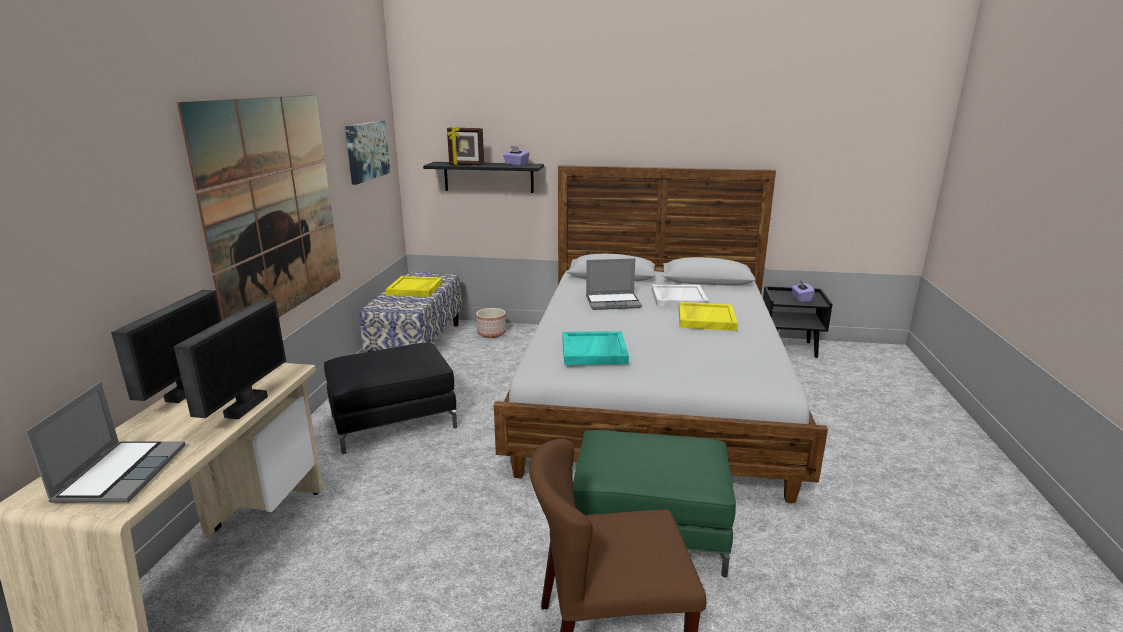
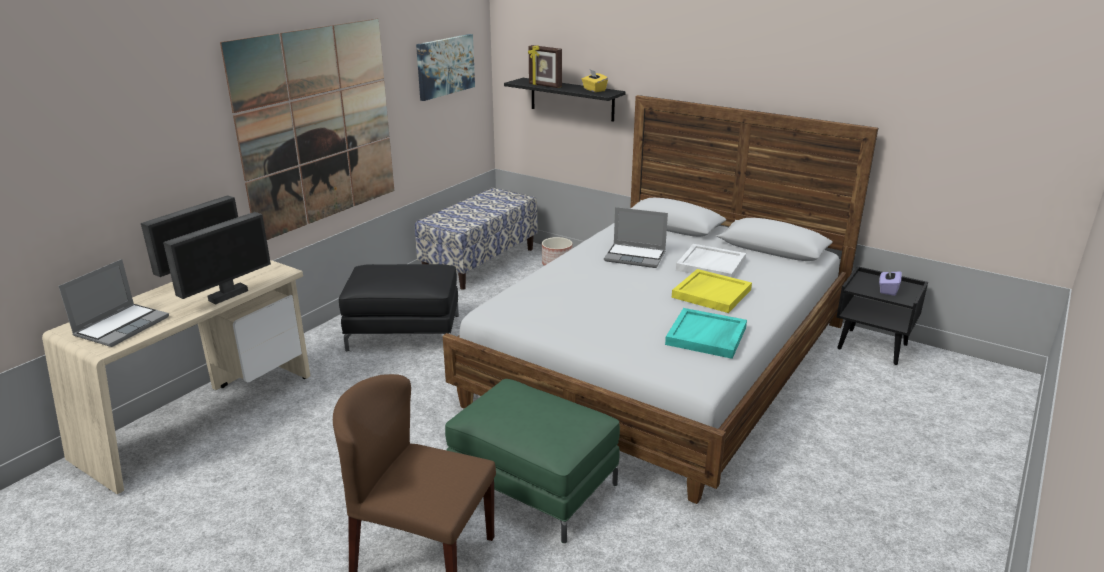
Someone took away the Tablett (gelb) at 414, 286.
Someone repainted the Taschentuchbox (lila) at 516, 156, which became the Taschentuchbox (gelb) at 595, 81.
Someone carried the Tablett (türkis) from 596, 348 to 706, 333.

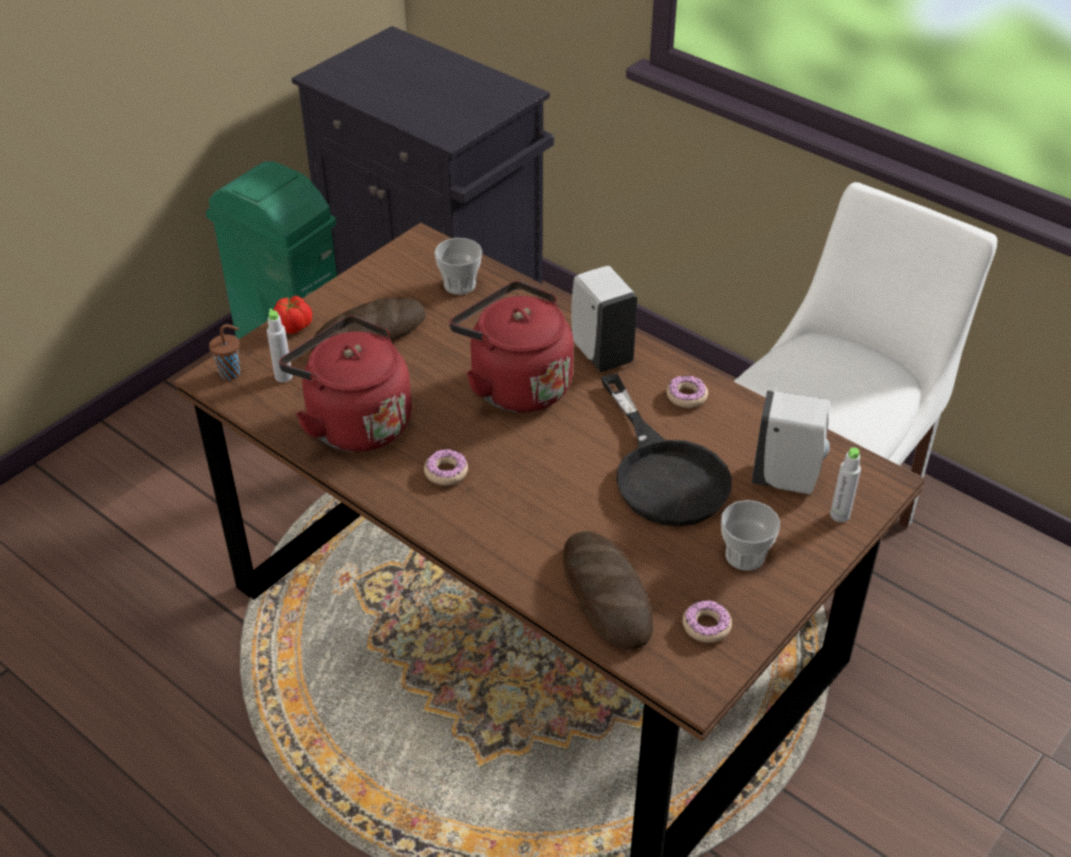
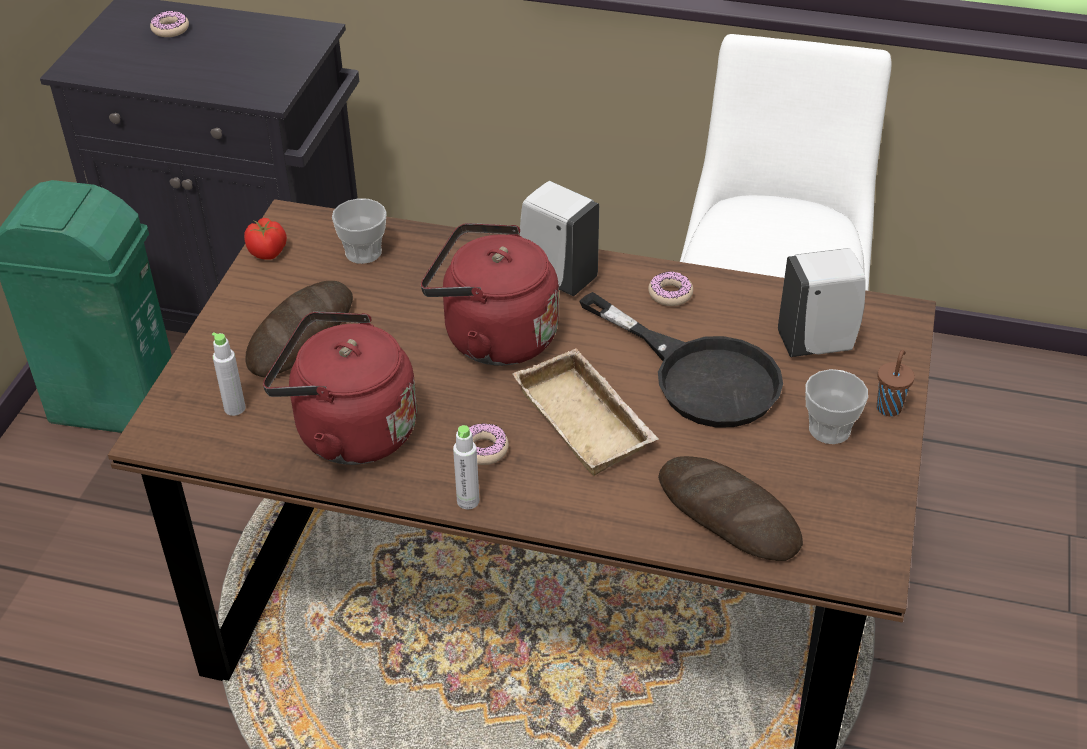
Someone carried the Tasse (braun) from 224, 352 to 896, 383.
Someone carried the Tomate from 292, 315 to 265, 239.
Someone carried the Donut from 707, 621 to 169, 24.
Someone carried the Flasche (grau) from 845, 484 to 466, 467.
Someone put down the Tablett (beige) at 585, 412.

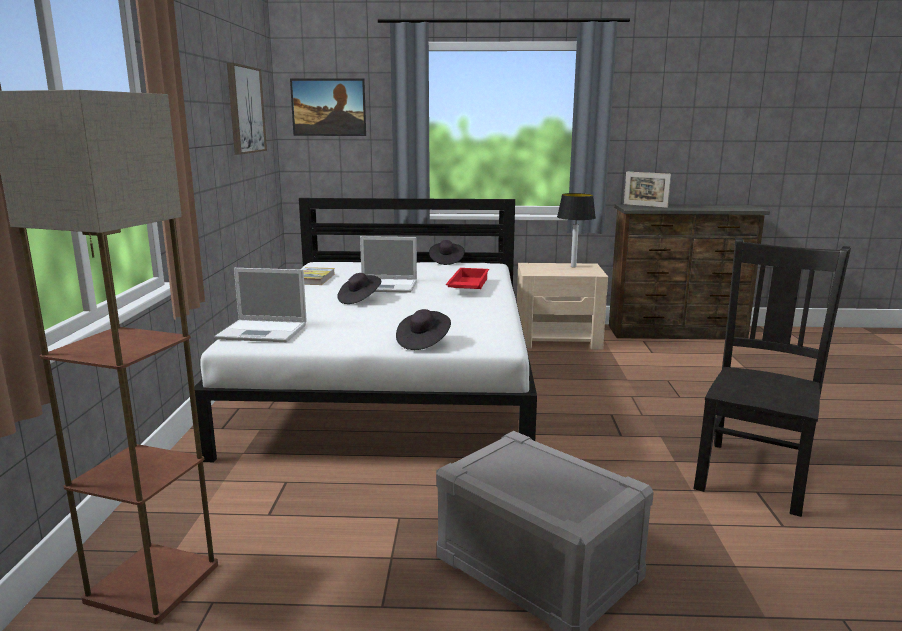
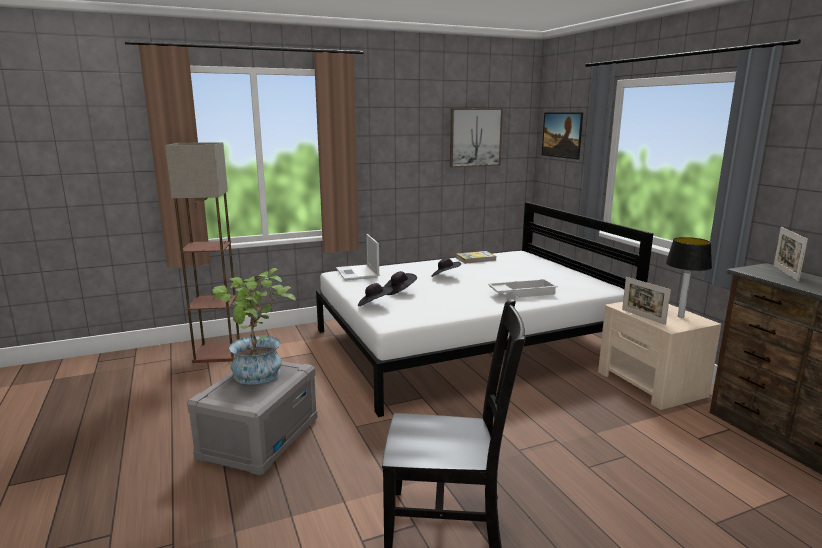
Someone took away the Laptop at 388, 264.
Someone carried the Hut (schwarz) from 447, 252 to 400, 283.
Someone repainted the Tablett (rot) at 467, 278, which became the Tablett (weiß) at 523, 288.
Someone put down the Topfpflanze at 254, 326.
Someone put down the Bilderrahmen at 646, 301.

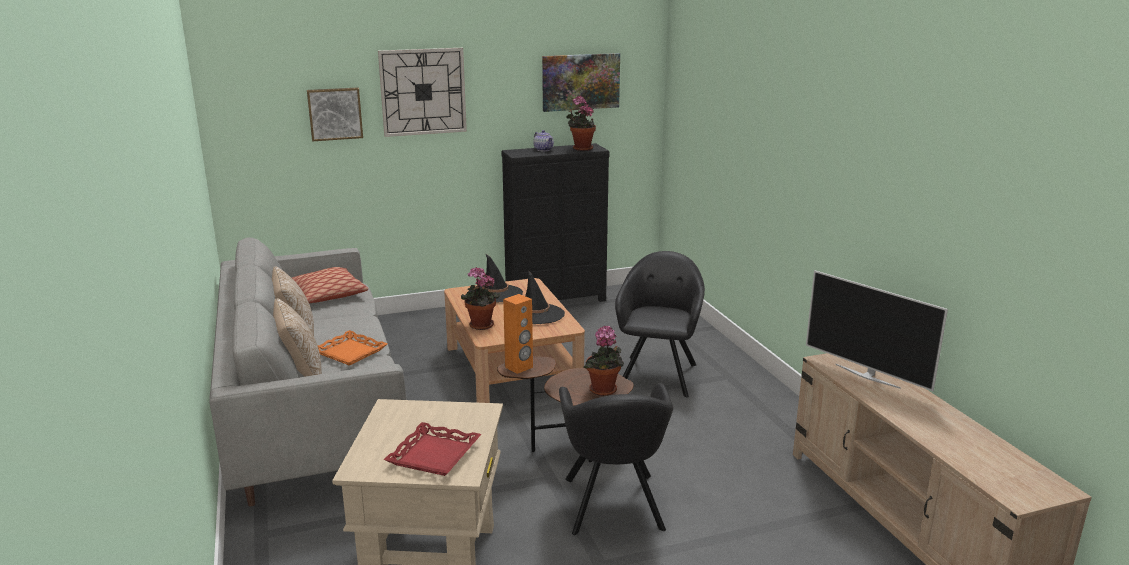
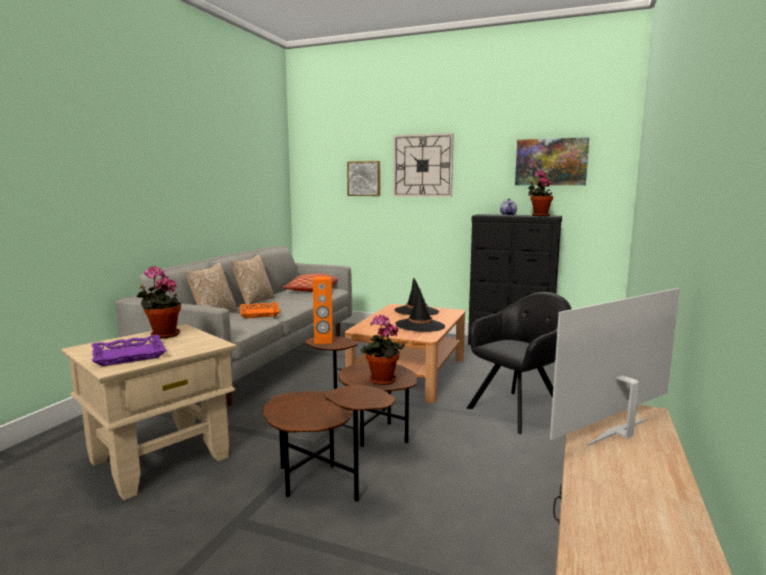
Someone repainted the Tablett (rot) at 432, 449, which became the Tablett (lila) at 129, 350.
Someone carried the Topfpflanze from 481, 298 to 159, 302.
Someone swapped the Sessel (schwarz) at 616, 459 for the Beistelltisch (braun) at 329, 443.
Someone rotated the Fernseher at 877, 330 by 60 degrees clockwise.

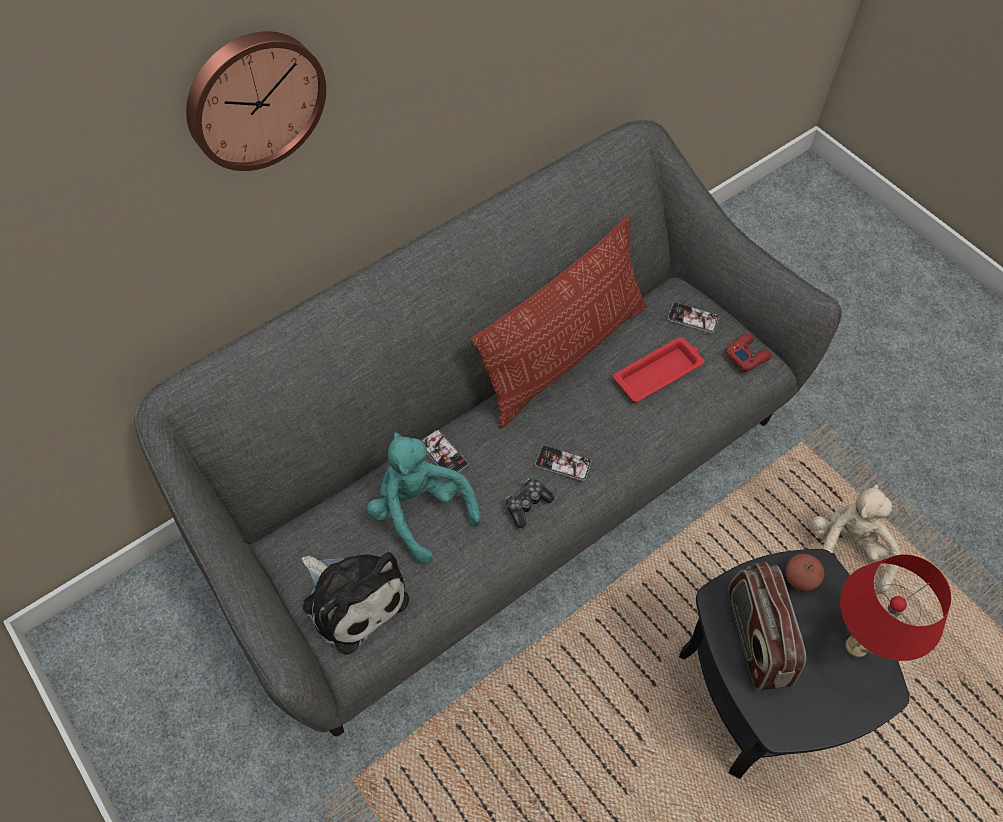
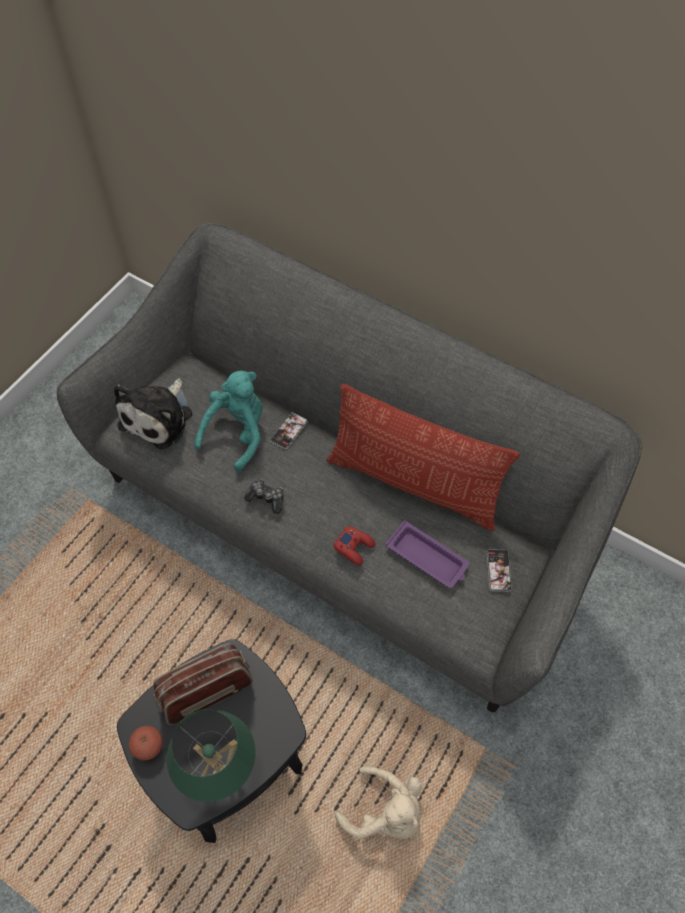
Someone took away the Wanduhr at 256, 101.
Someone took away the Handy at 563, 463.
Someone repainted the Tablett (rot) at 658, 370, which became the Tablett (lila) at 427, 554.
Someone carried the Gamepad (rot) from 748, 352 to 354, 546.
Someone carried the Apfel from 805, 572 to 146, 743.
Someone rotated the Plüschtier (beige) at 855, 539 by 45 degrees clockwise.
Someone repainted the Tischlampe (rot) at 895, 607, which became the Tischlampe (grün) at 210, 755.

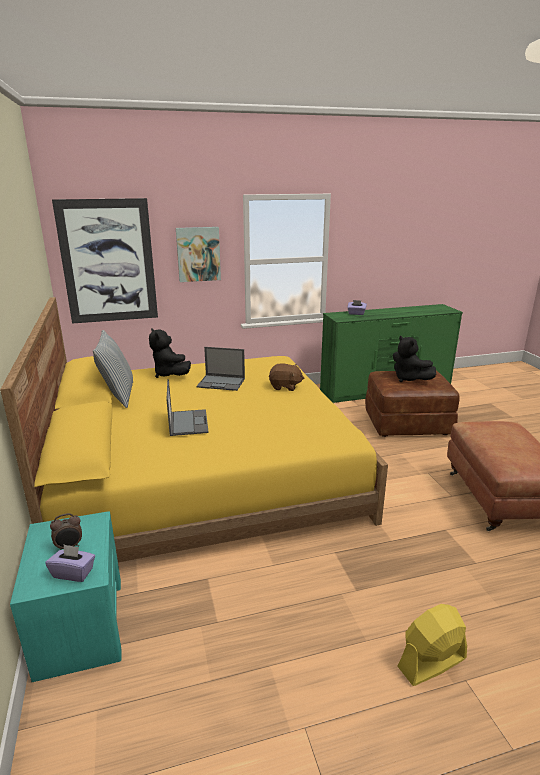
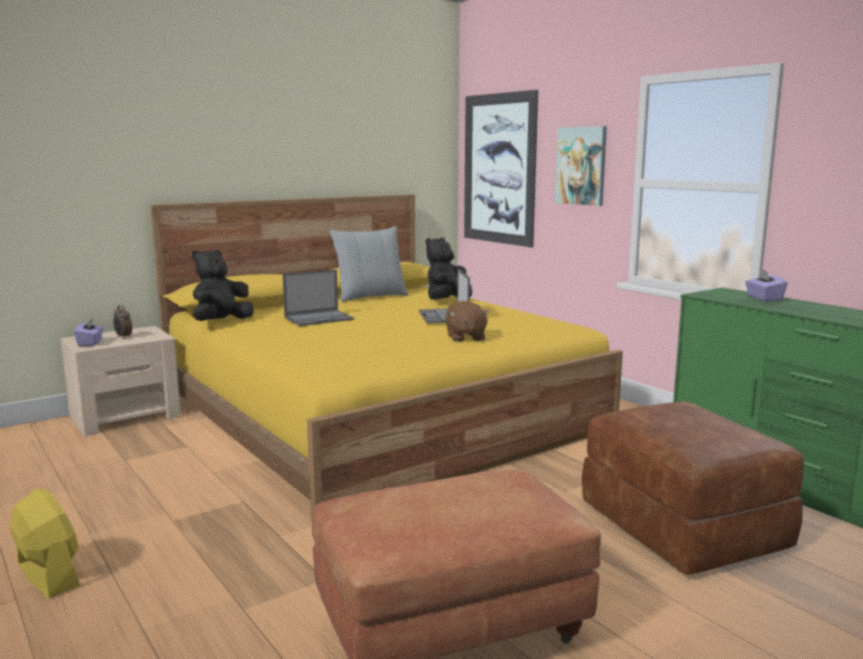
Someone repainted the Nachttisch (türkis) at 65, 596, which became the Nachttisch (beige) at 121, 381.
Someone carried the Plüschtier (schwarz) from 414, 359 to 222, 285.

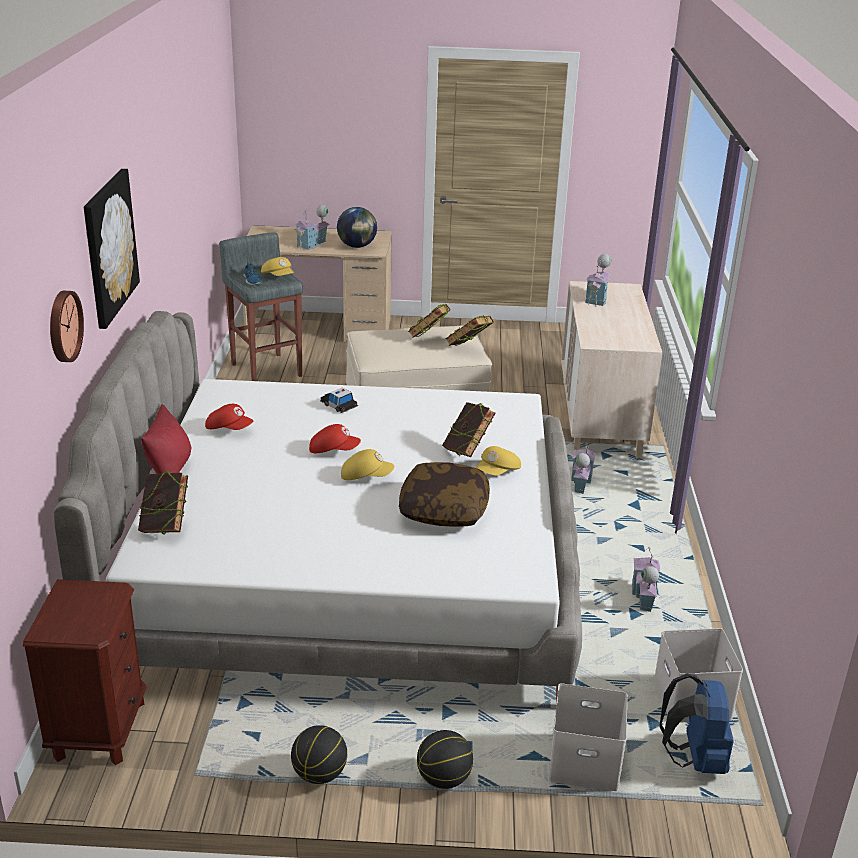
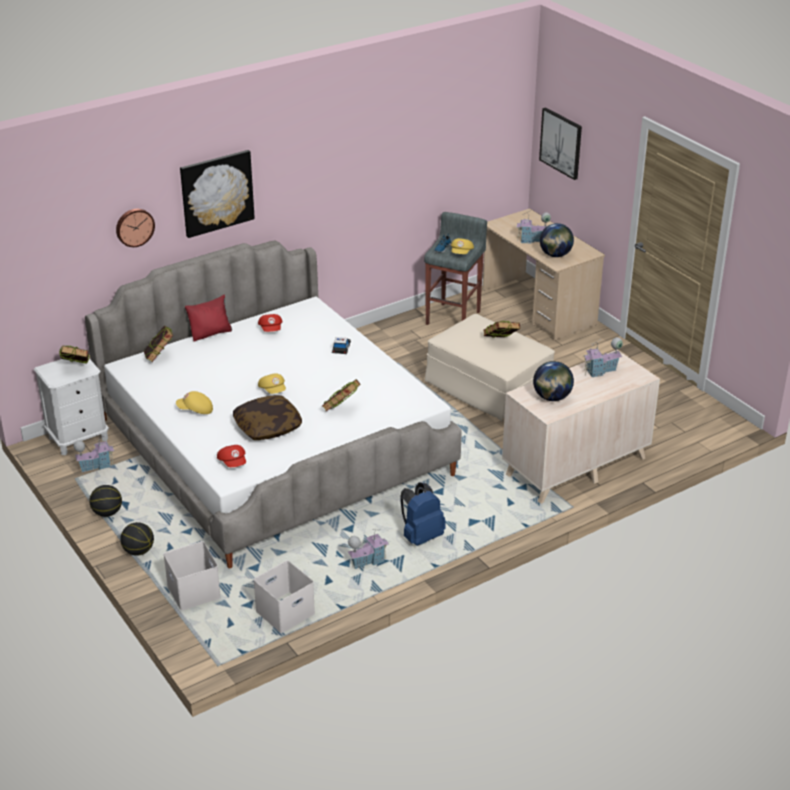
Someone repainted the Nachttisch (braun) at 84, 672, which became the Nachttisch (weiß) at 71, 407.
Someone carried the Kappe (rot) from 335, 438 to 231, 456.
Someone carried the Buch from 470, 330 to 74, 354.
Someone carried the Kappe (gelb) from 498, 461 to 194, 402.
Someone carried the Spielzeughaus from 583, 467 to 93, 453.
Someone carried the Rucksack (blau) from 696, 724 to 423, 514.
Someone put down the Globus at 553, 381.
Someone put up the Bild at 560, 144.

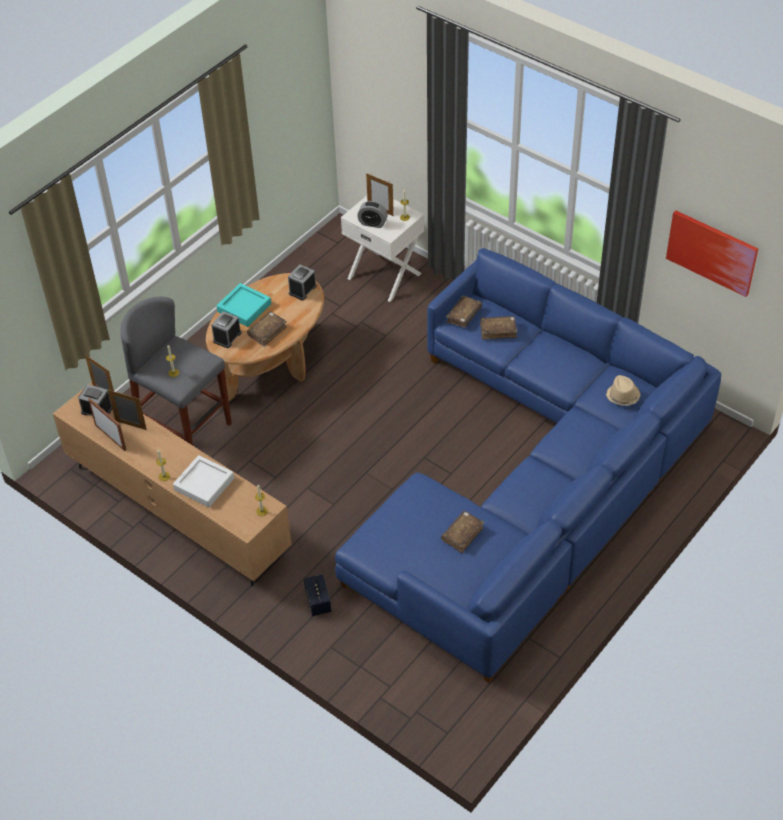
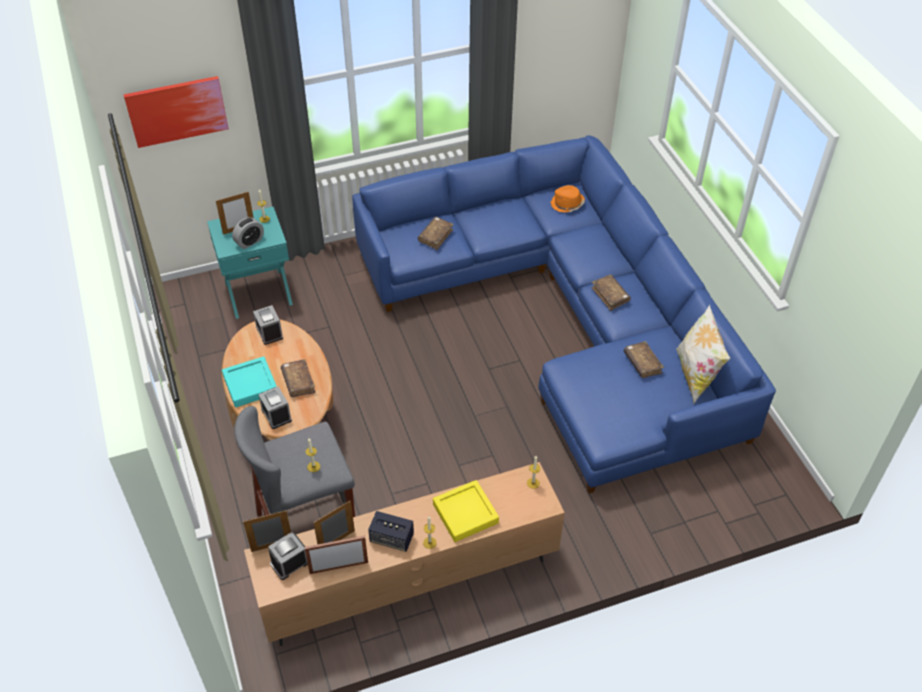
Someone repainted the Tablett (weiß) at 203, 481, which became the Tablett (gelb) at 466, 511.
Someone carried the Lautsprecher from 317, 595 to 391, 531.
Someone repainted the Nachttisch (weiß) at 382, 249, which became the Nachttisch (türkis) at 250, 263.
Someone carried the Buch (braun) from 464, 311 to 611, 292.
Someone repainted the Hut (beige) at 623, 390, which became the Hut (orange) at 567, 199.
Someone carried the Bild from 712, 253 to 176, 112.
Someone put down the Kissen at 703, 353.

